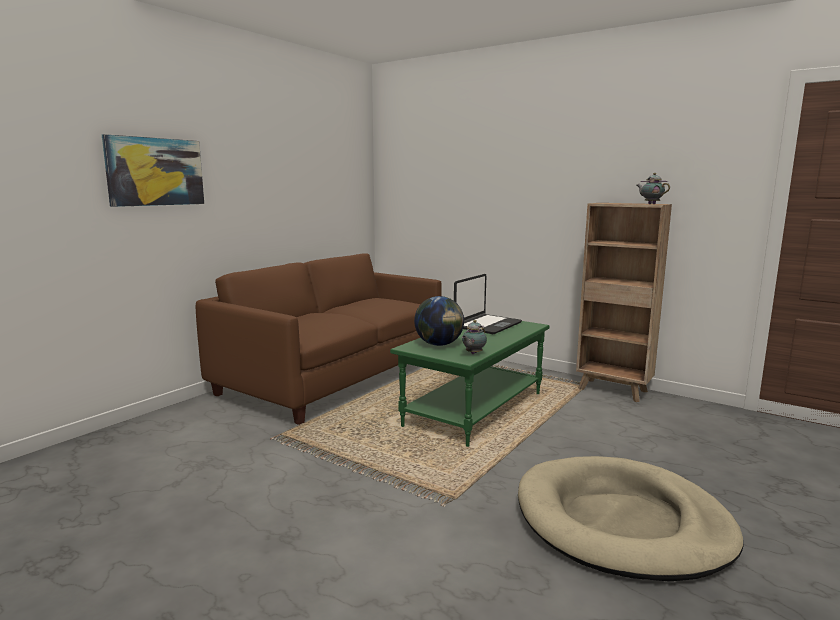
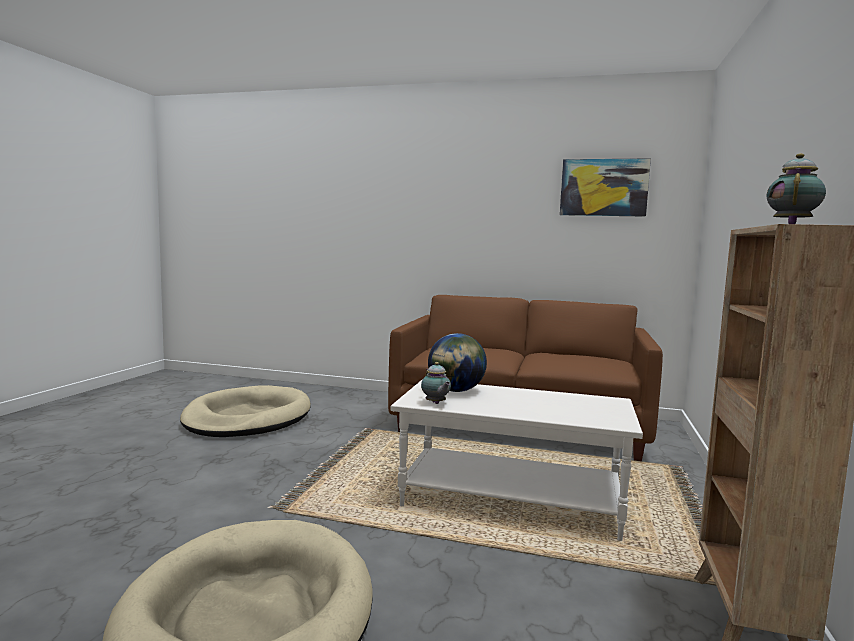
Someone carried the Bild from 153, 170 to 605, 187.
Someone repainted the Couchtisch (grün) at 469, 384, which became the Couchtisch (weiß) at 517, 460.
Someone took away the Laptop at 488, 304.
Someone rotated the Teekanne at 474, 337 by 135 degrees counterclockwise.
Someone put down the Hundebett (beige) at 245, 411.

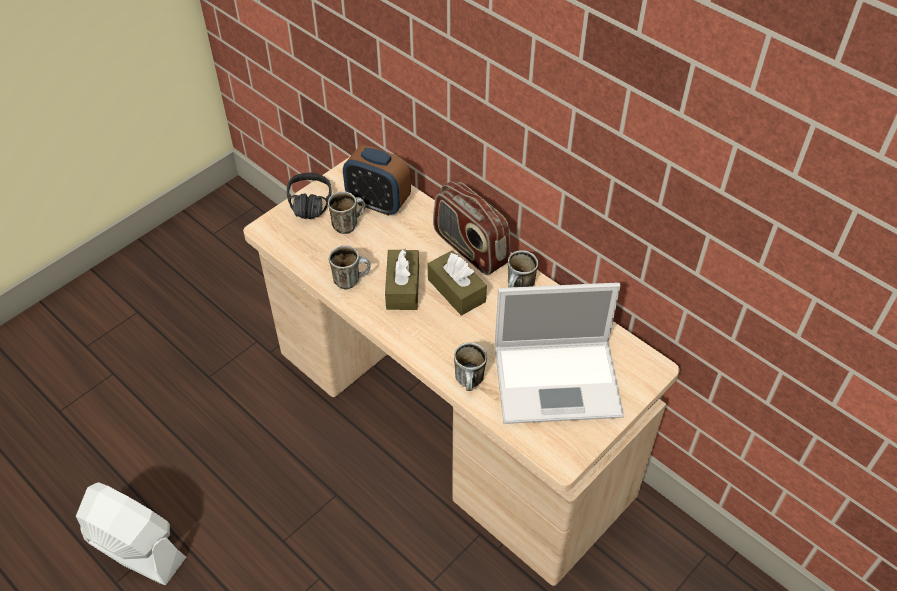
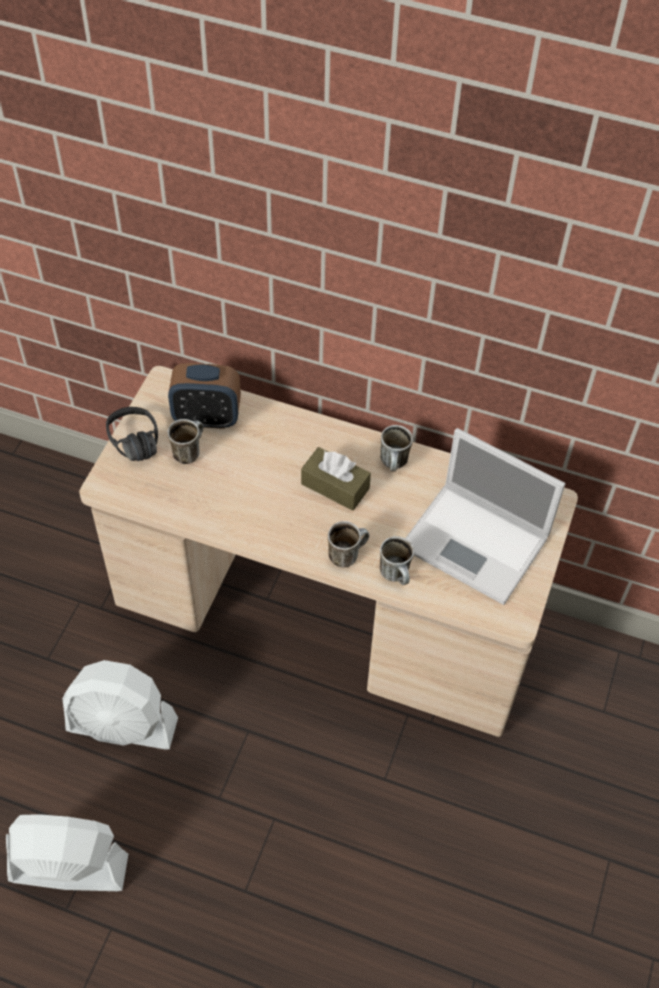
Someone carried the Henkelbecher from 349, 267 to 348, 544.
Someone took away the Taschentuchbox (braun) at 402, 279.
Someone took away the Radio at 472, 228.
Someone rotated the Laptop at 559, 353 by 60 degrees clockwise.
Someone put down the Ventilator (weiß) at 120, 705.

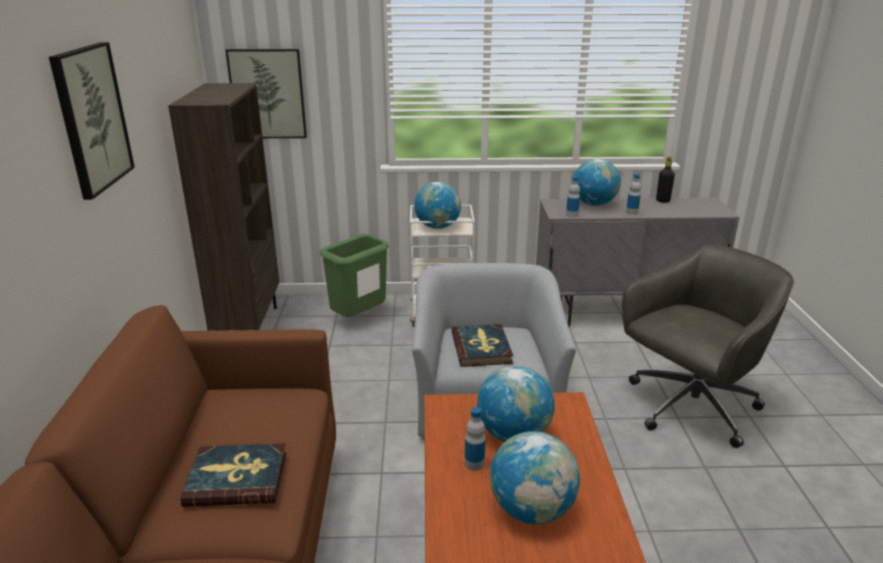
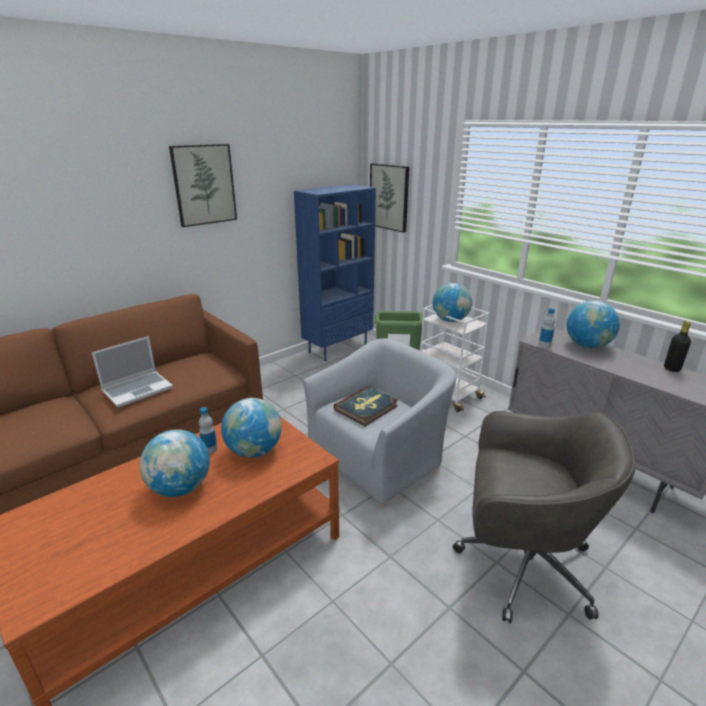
Someone repainted the Bücherregal (braun) at 223, 207, which became the Bücherregal (blau) at 335, 272.
Someone swapped the Buch at 233, 475 for the Laptop at 132, 371.
Someone took away the Flasche at 633, 194.

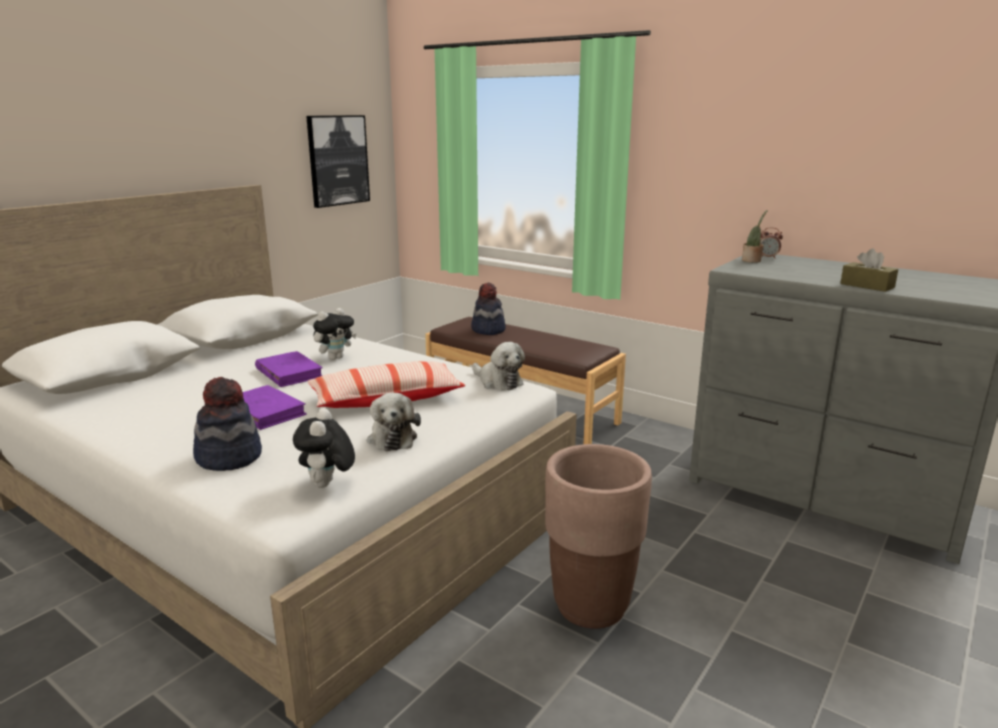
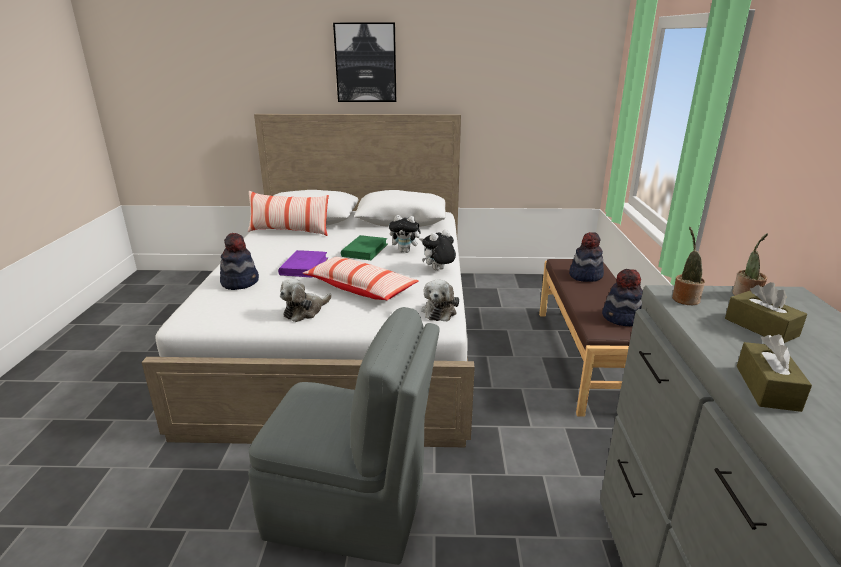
Someone repainted the Buch (lila) at 289, 369, which became the Buch (grün) at 364, 247.
Someone carried the Plüschtier from 324, 448 to 439, 249.
Someone carried the Bild from 338, 161 to 364, 62.
Someone swapped the Pflanzkübel (braun) at 598, 536 for the Stuhl (grau) at 344, 436.
Someone took away the Wecker at 771, 243.
Someone put down the Kissen at 288, 213.
Someone put down the Hut at 622, 297.
Someone put down the Topfpflanze at 688, 266.
Someone put down the Taschentuchbox (braun) at 766, 312.

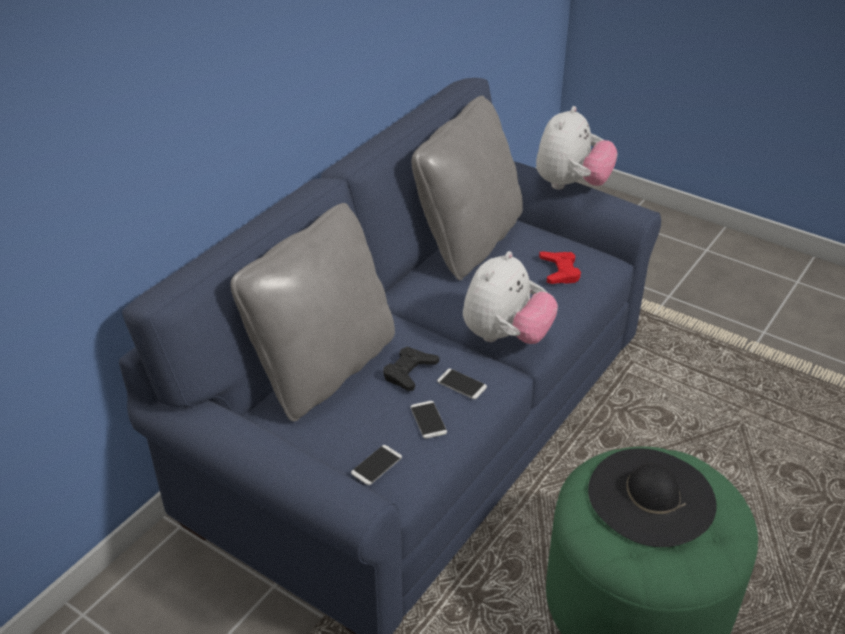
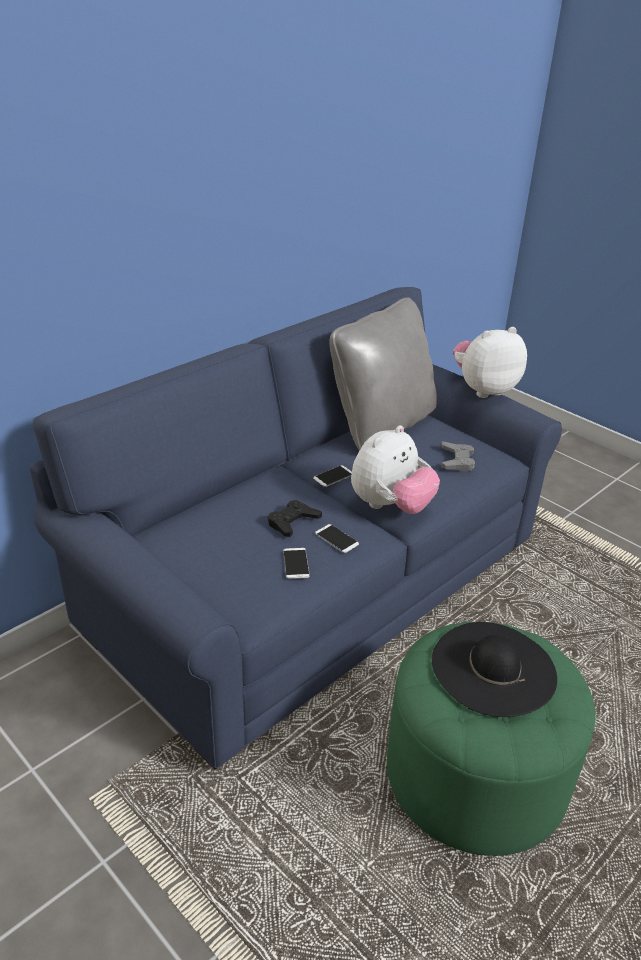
Someone took away the Kissen (grau) at 312, 312.
Someone carried the Handy from 376, 465 to 332, 476.
Someone rotated the Plüschtier at 577, 148 by 150 degrees counterclockwise.
Someone repainted the Gamepad (rot) at 560, 267, which became the Gamepad (grau) at 458, 456.

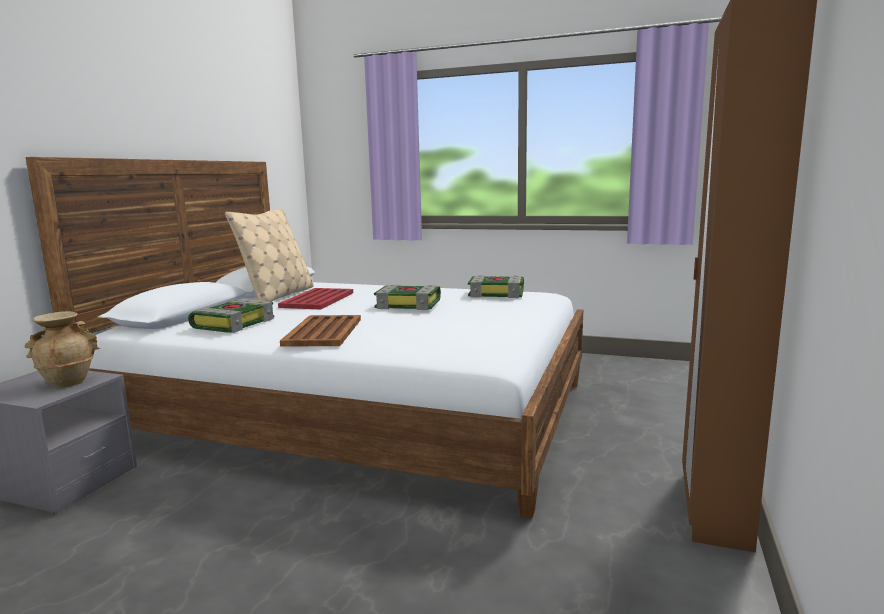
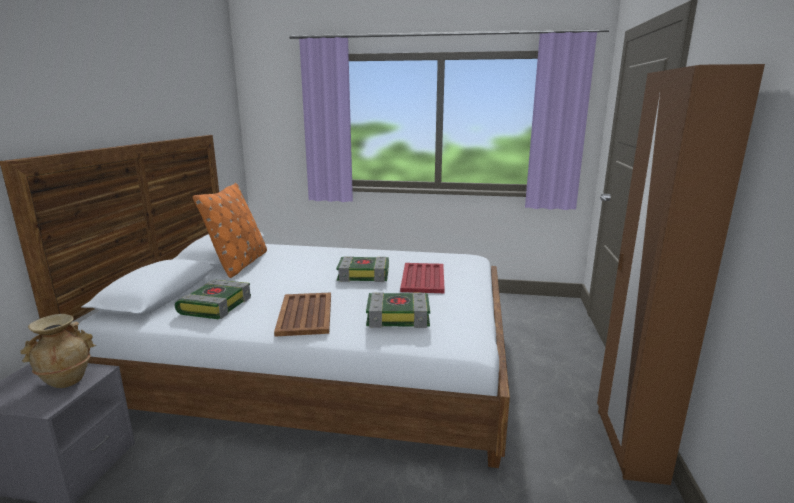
Someone repainted the Kissen (beige) at 269, 255, which became the Kissen (orange) at 230, 230.
Someone carried the Tablett (rot) from 315, 299 to 422, 278.
Someone carried the Buch from 496, 286 to 398, 310.

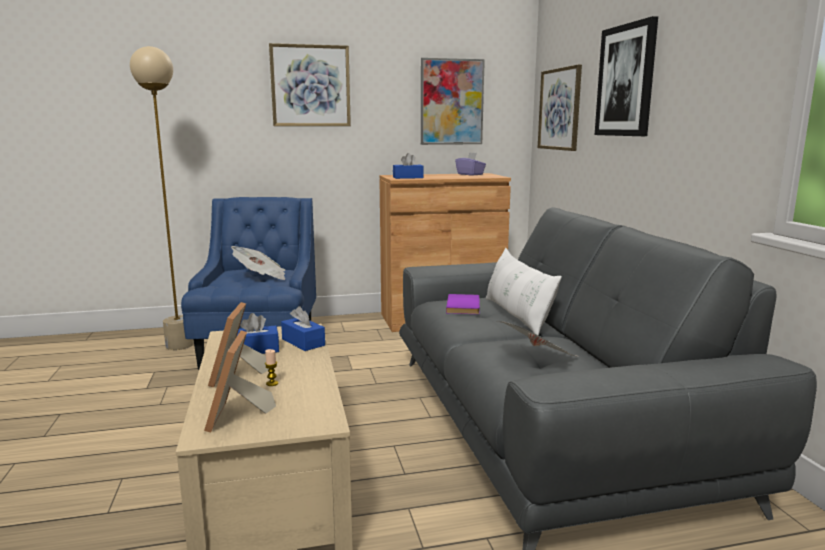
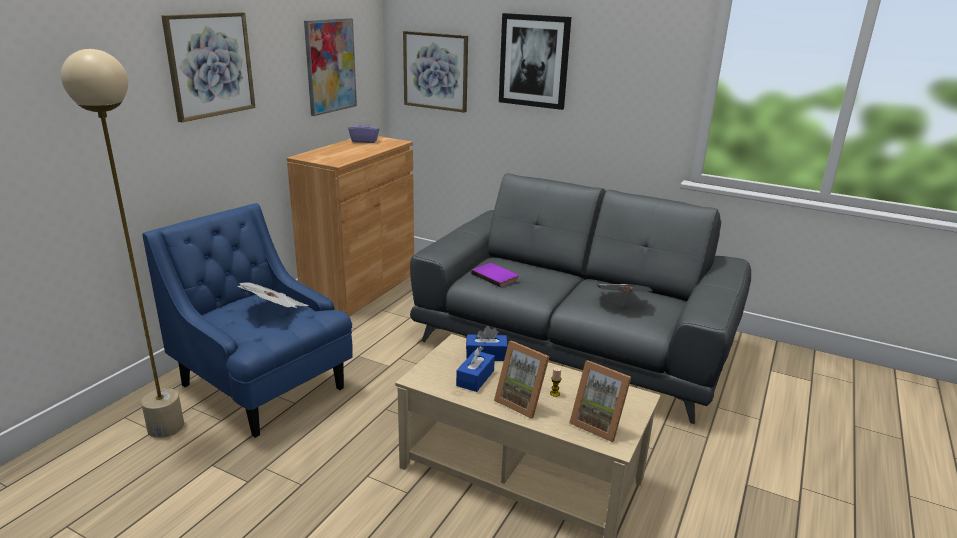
Someone took away the Taschentuchbox (blau) at 408, 166.
Someone took away the Kissen (weiß) at 524, 291.

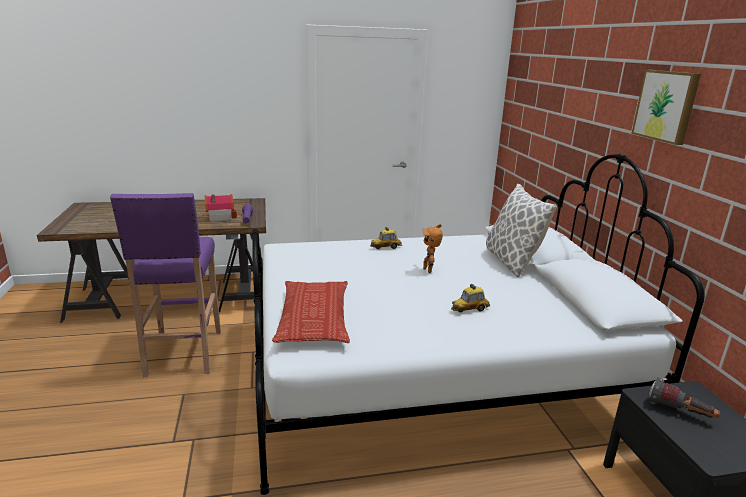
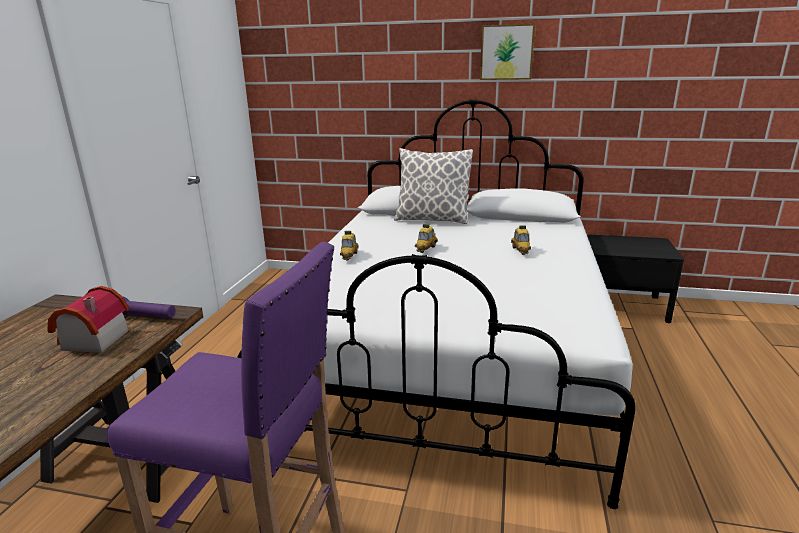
Someone took away the Kissen at 311, 312.
Someone swapped the Spielzeugroboter at 433, 248 for the Spielzeugauto at 426, 238.
Someone took away the Taschenlampe at 684, 398.

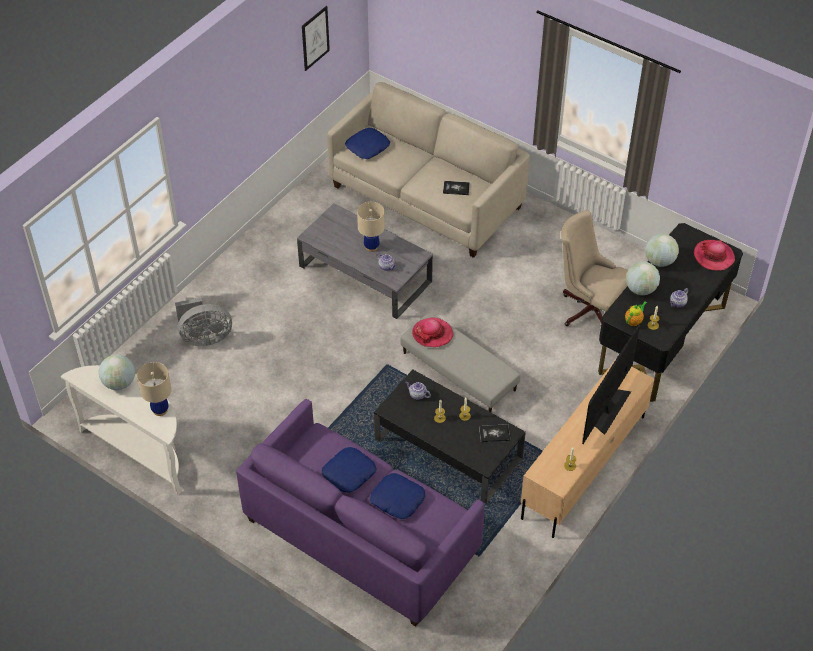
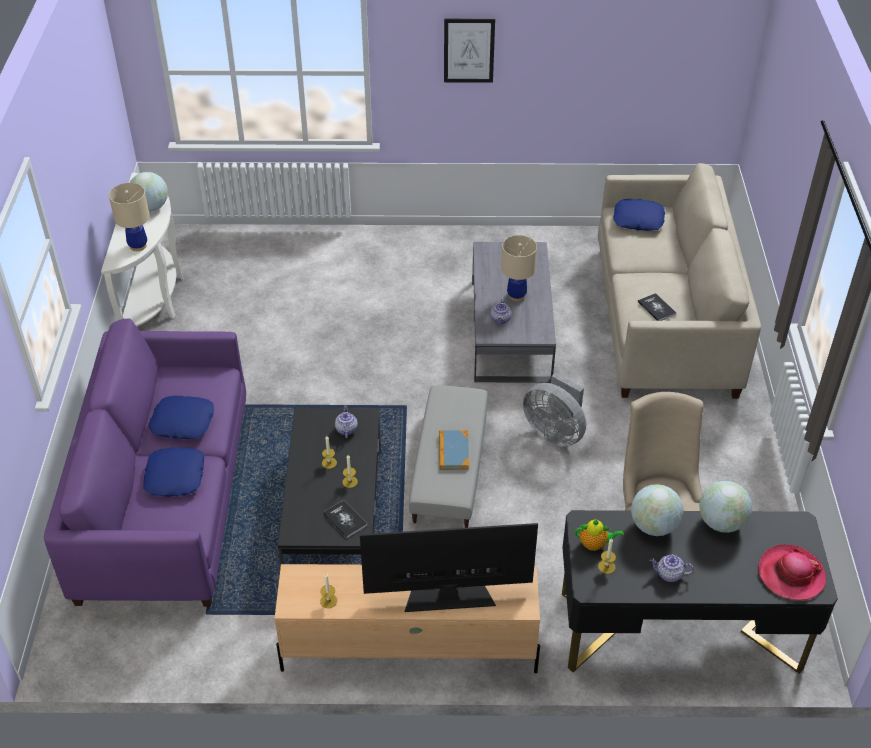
Someone carried the Ventilator (grau) from 203, 321 to 554, 409.
Someone carried the Bild from 316, 38 to 469, 51.
Someone took away the Hut at 432, 332.
Someone put down the Buch at 454, 450.

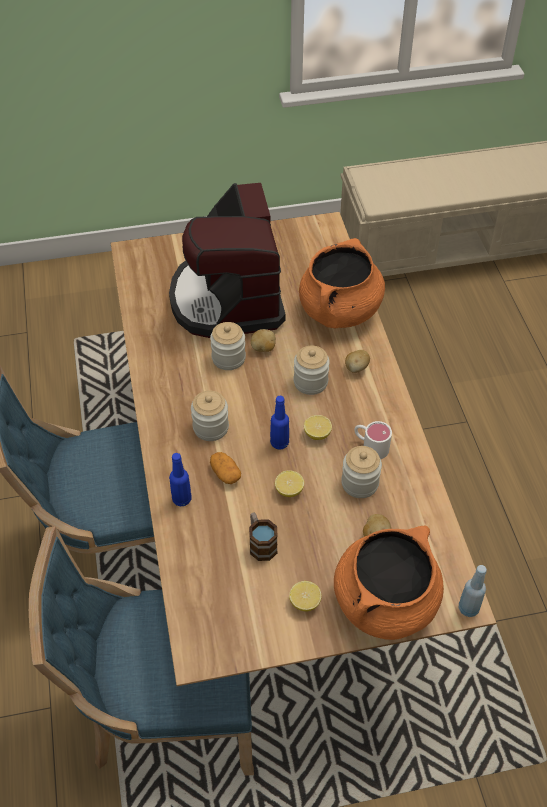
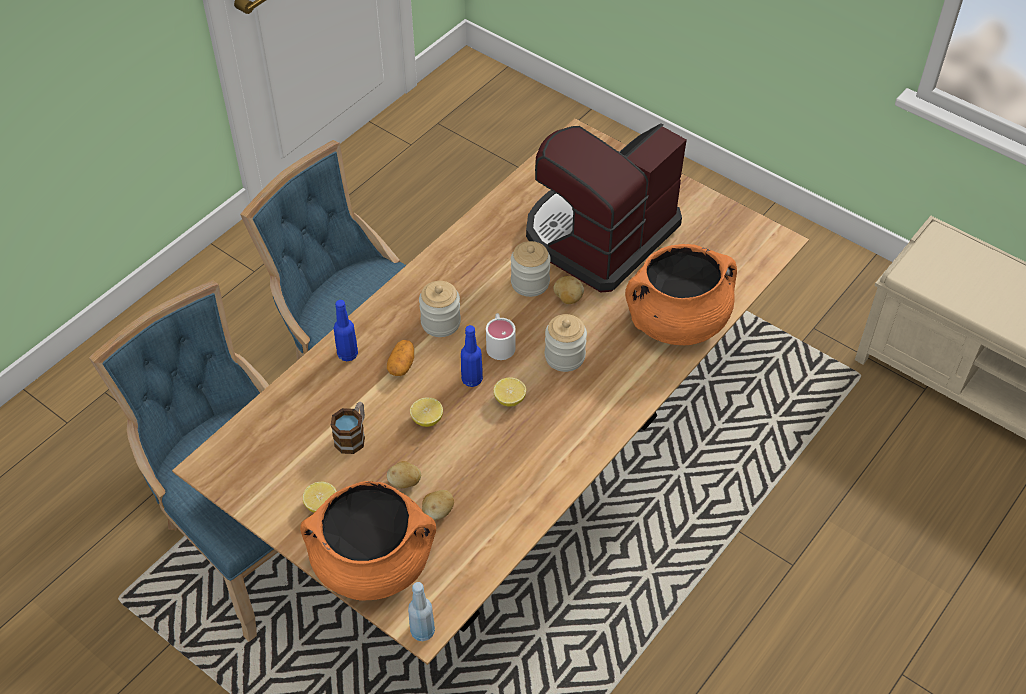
Someone took away the Vorratsglas at 361, 472.
Someone carried the Kartoffel from 357, 361 to 404, 474.
Someone carried the Henkelbecher (weiß) from 373, 440 to 500, 336.

